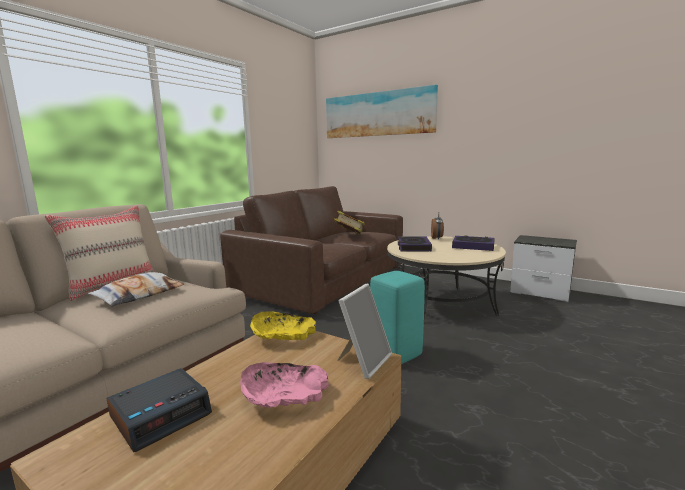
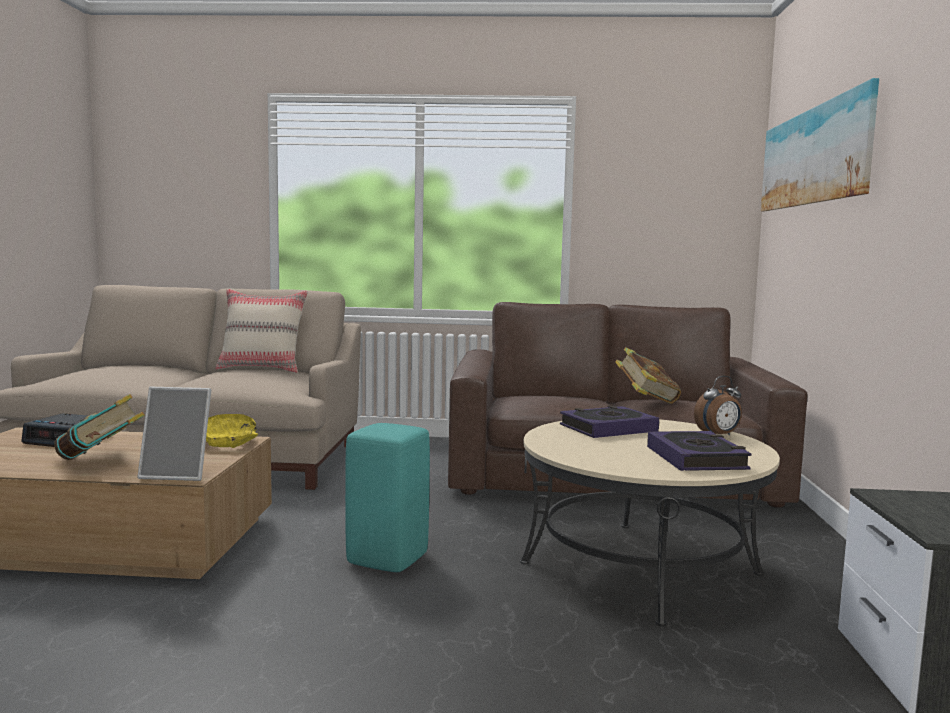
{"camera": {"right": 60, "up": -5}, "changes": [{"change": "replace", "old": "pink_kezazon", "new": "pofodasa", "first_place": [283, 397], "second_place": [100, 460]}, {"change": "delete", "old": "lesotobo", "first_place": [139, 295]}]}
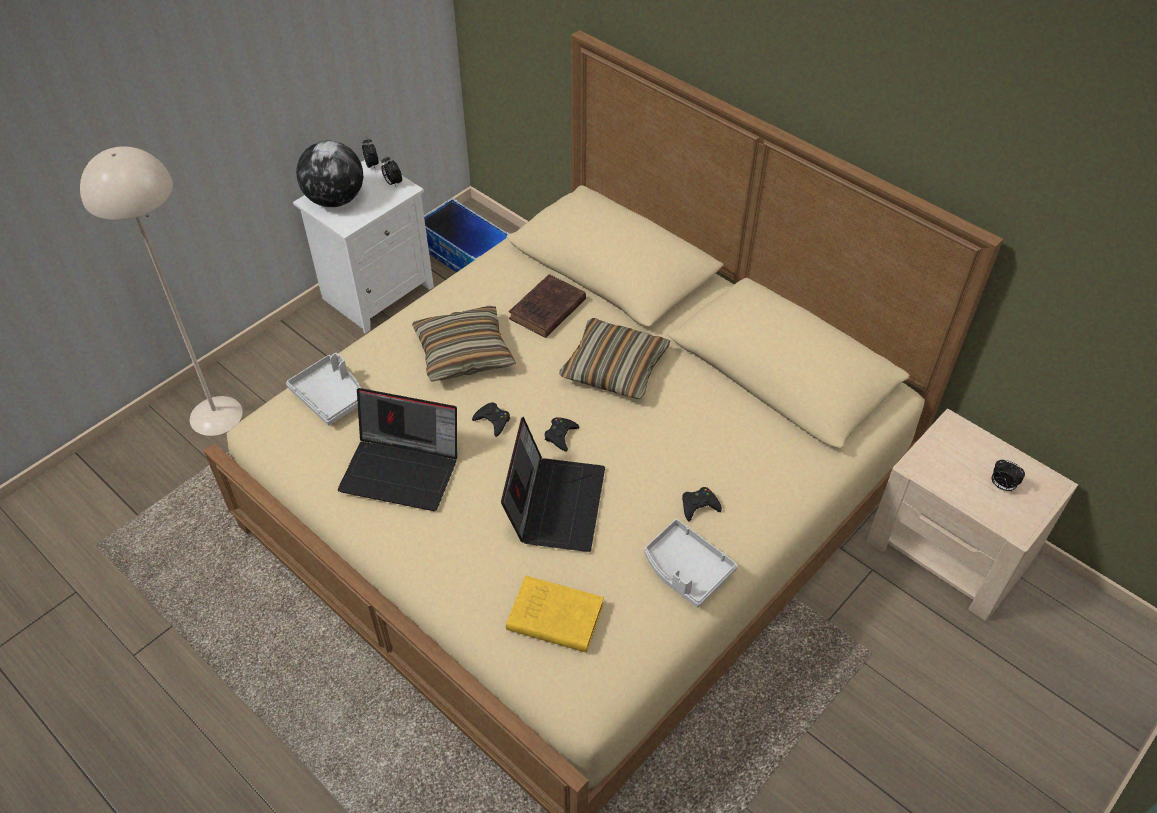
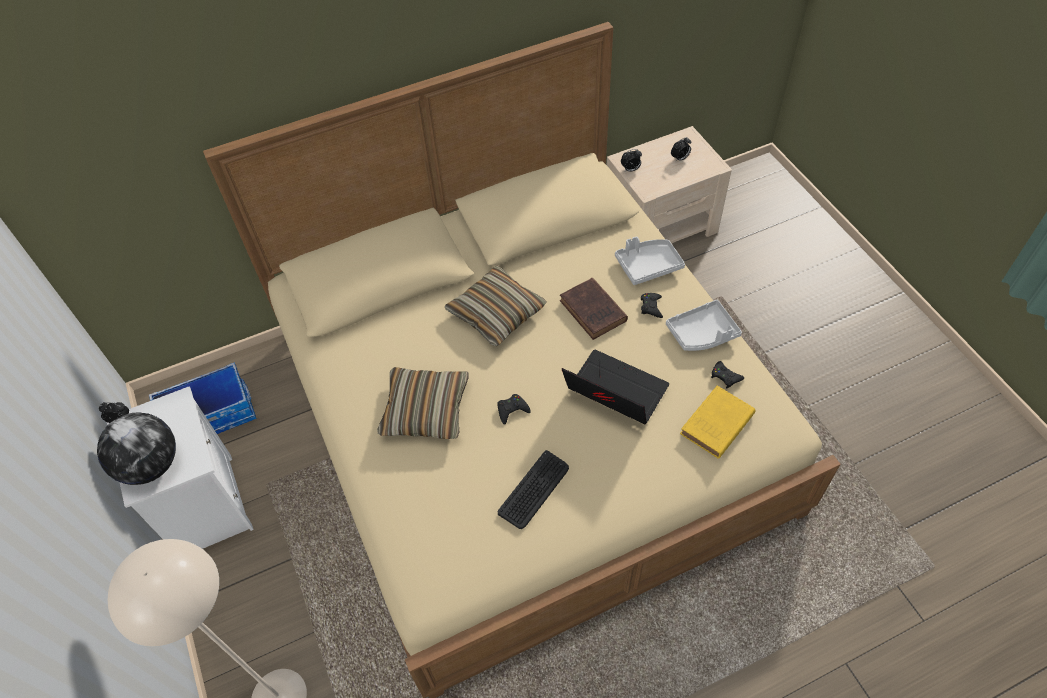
{"camera": {"right": -65, "up": 5}, "changes": [{"change": "replace", "old": "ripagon", "new": "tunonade", "first_place": [403, 469], "second_place": [534, 490]}, {"change": "move", "old": "brown_pofodasa", "first_place": [546, 311], "second_place": [594, 312]}, {"change": "move", "old": "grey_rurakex", "first_place": [330, 396], "second_place": [648, 265]}, {"change": "move", "old": "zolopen", "first_place": [393, 183], "second_place": [630, 169]}, {"change": "move", "old": "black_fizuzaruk", "first_place": [561, 436], "second_place": [725, 376]}]}
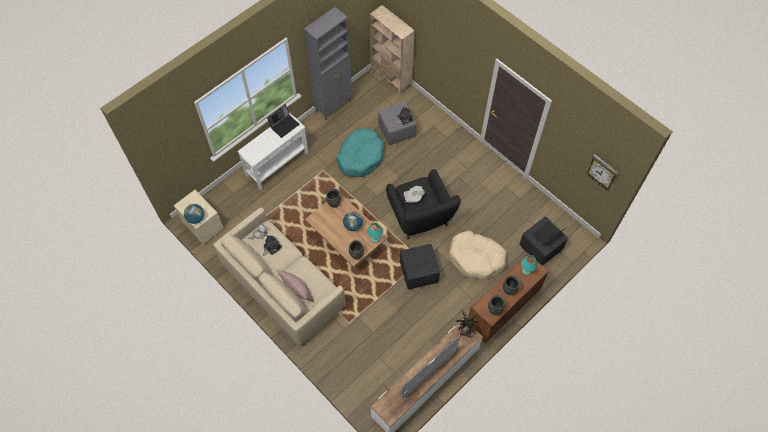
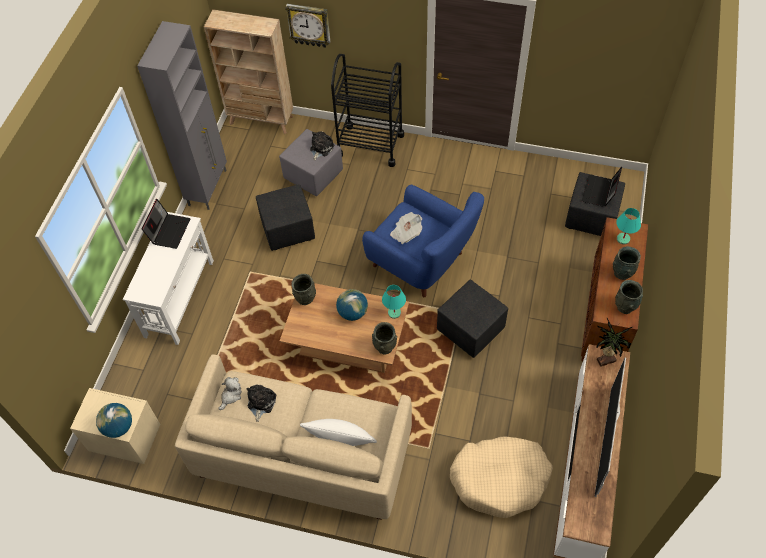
{"camera": {"right": -30, "up": -5}, "changes": [{"change": "replace", "old": "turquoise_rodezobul", "new": "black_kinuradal", "first_place": [360, 157], "second_place": [288, 230]}, {"change": "move", "old": "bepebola", "first_place": [603, 172], "second_place": [309, 25]}, {"change": "recolor", "old": "pink_lesotobo", "new": "white_lesotobo", "first_place": [297, 289], "second_place": [340, 439]}, {"change": "insert", "new": "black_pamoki", "second_place": [370, 145]}, {"change": "recolor", "old": "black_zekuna", "new": "blue_zekuna", "first_place": [420, 218], "second_place": [422, 263]}, {"change": "move", "old": "beige_rodezobul", "first_place": [476, 258], "second_place": [500, 479]}]}
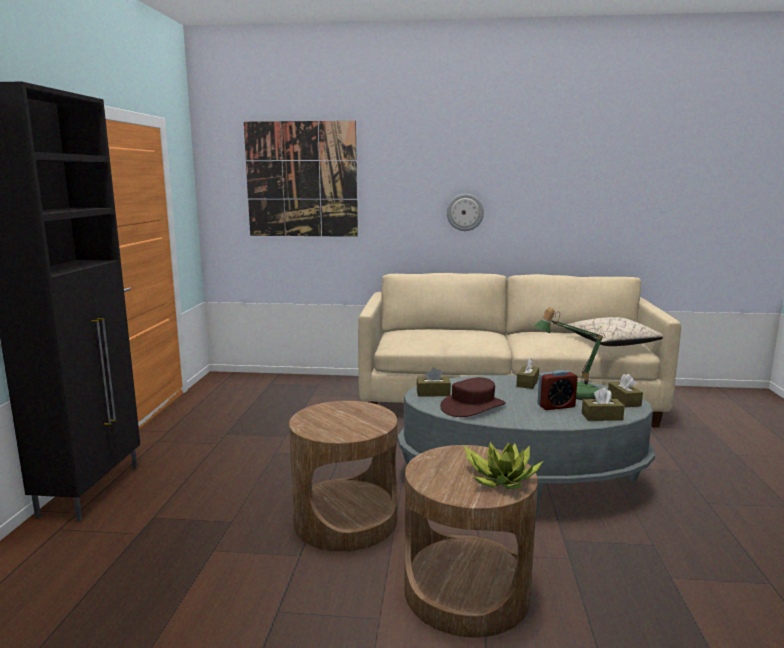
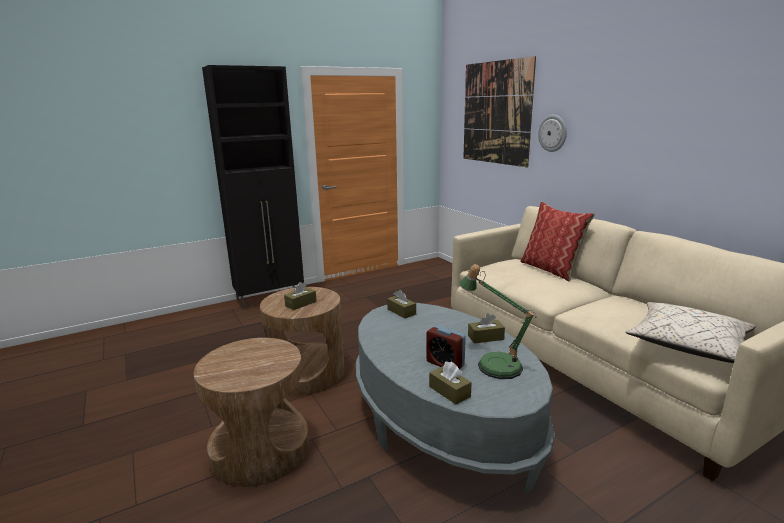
{"camera": {"right": 55, "up": 5}, "changes": [{"change": "move", "old": "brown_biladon", "first_place": [624, 401], "second_place": [301, 304]}, {"change": "insert", "new": "lesotobo", "second_place": [551, 269]}, {"change": "move", "old": "bepebola", "first_place": [465, 212], "second_place": [553, 133]}, {"change": "delete", "old": "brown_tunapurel", "first_place": [472, 406]}, {"change": "delete", "old": "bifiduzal", "first_place": [501, 479]}]}
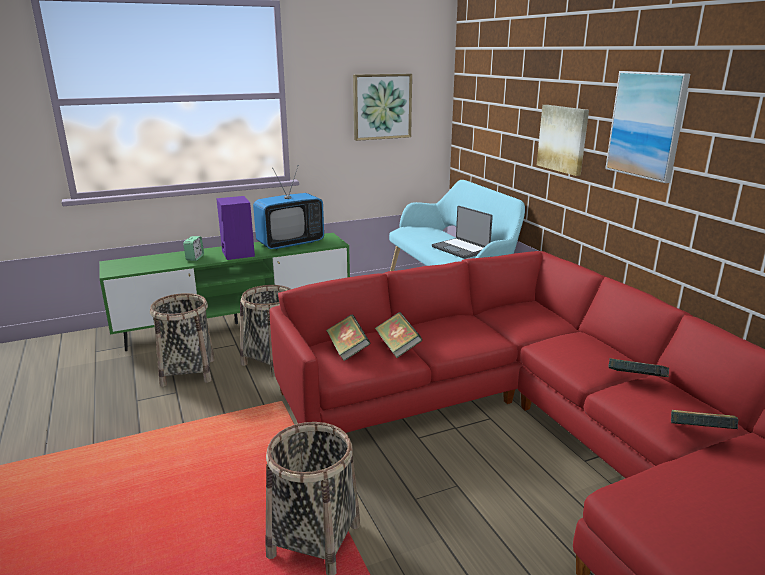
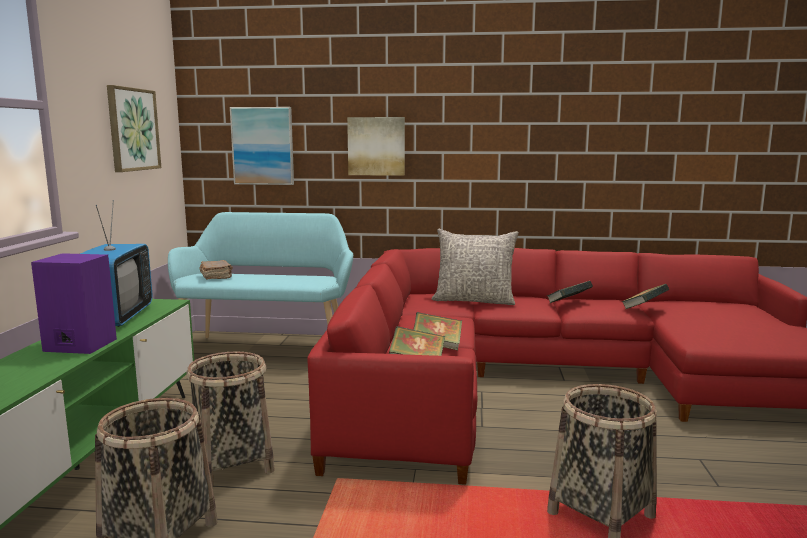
{"camera": {"right": -60, "up": -10}, "changes": [{"change": "insert", "new": "brown_pofodasa", "second_place": [216, 277]}, {"change": "move", "old": "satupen", "first_place": [646, 125], "second_place": [263, 146]}, {"change": "insert", "new": "grey_lesotobo", "second_place": [474, 300]}, {"change": "delete", "old": "zolopen", "first_place": [195, 258]}, {"change": "delete", "old": "ripagon", "first_place": [461, 249]}]}
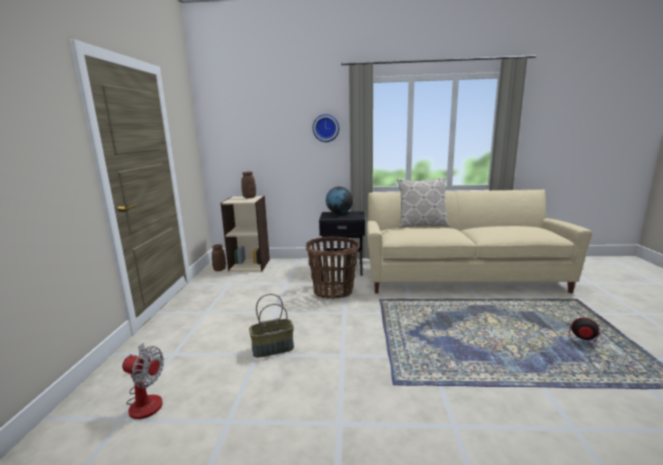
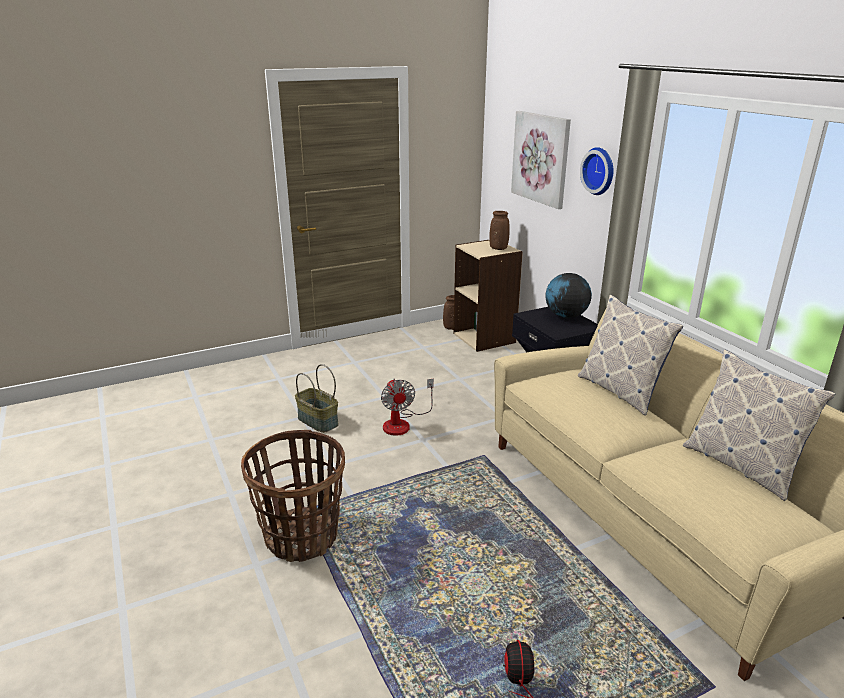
{"camera": {"right": 60, "up": 10}, "changes": [{"change": "move", "old": "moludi", "first_place": [333, 291], "second_place": [302, 536]}, {"change": "move", "old": "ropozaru", "first_place": [146, 399], "second_place": [402, 423]}, {"change": "insert", "new": "satupen", "second_place": [541, 158]}, {"change": "insert", "new": "lesotobo", "second_place": [741, 466]}]}
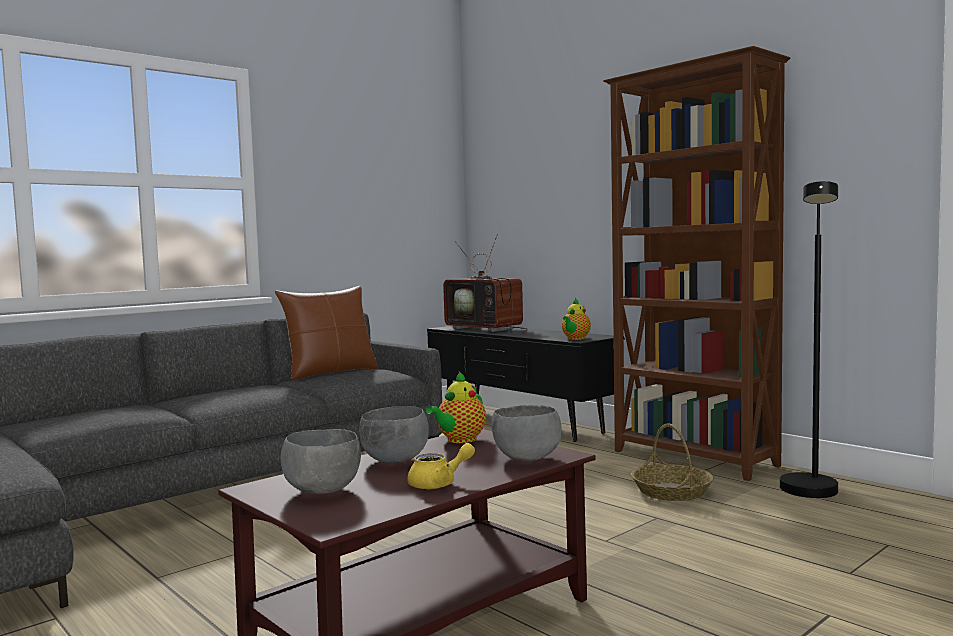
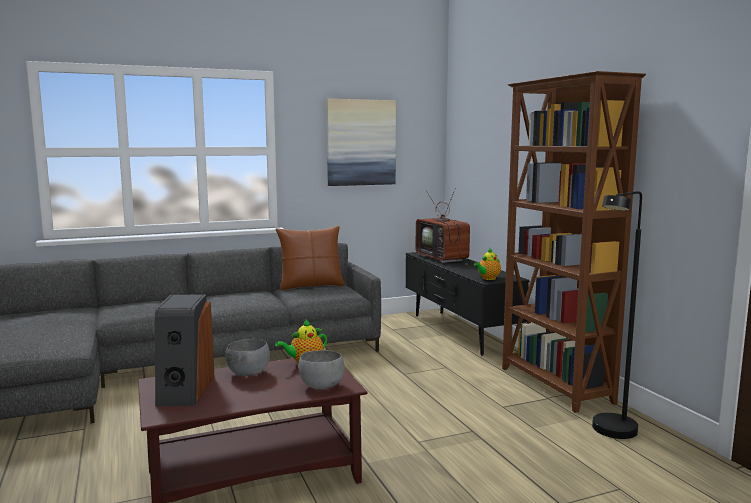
{"camera": {"right": 20, "up": 5}, "changes": [{"change": "replace", "old": "grey_kezazon", "new": "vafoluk", "first_place": [323, 490], "second_place": [184, 390]}, {"change": "insert", "new": "satupen", "second_place": [361, 142]}, {"change": "delete", "old": "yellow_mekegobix", "first_place": [439, 484]}, {"change": "delete", "old": "moludi", "first_place": [672, 491]}]}
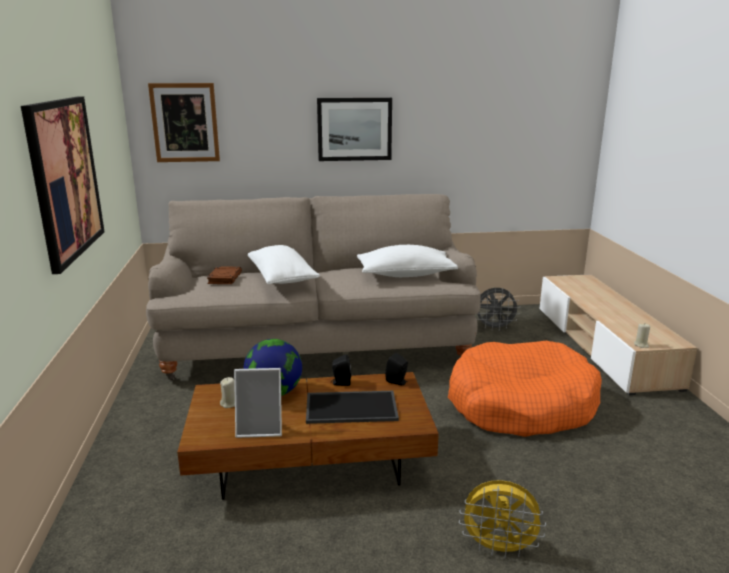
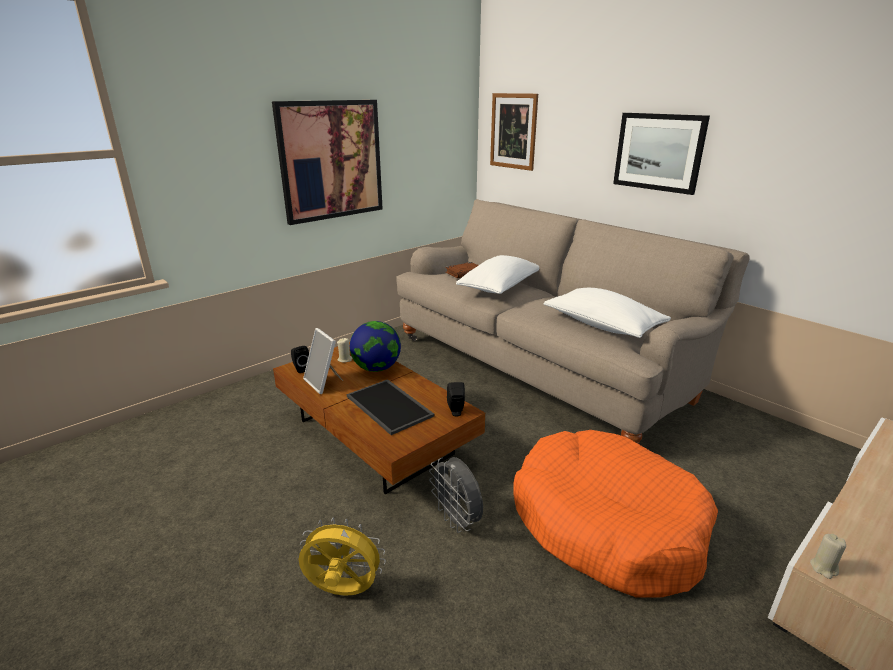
{"camera": {"right": 55, "up": 5}, "changes": [{"change": "move", "old": "black_vafoluk", "first_place": [340, 383], "second_place": [301, 369]}, {"change": "rotate", "old": "yellow_ropozaru", "first_place": [499, 548], "second_place": [342, 591], "degrees": 120}, {"change": "move", "old": "grey_ropozaru", "first_place": [494, 328], "second_place": [457, 520]}]}
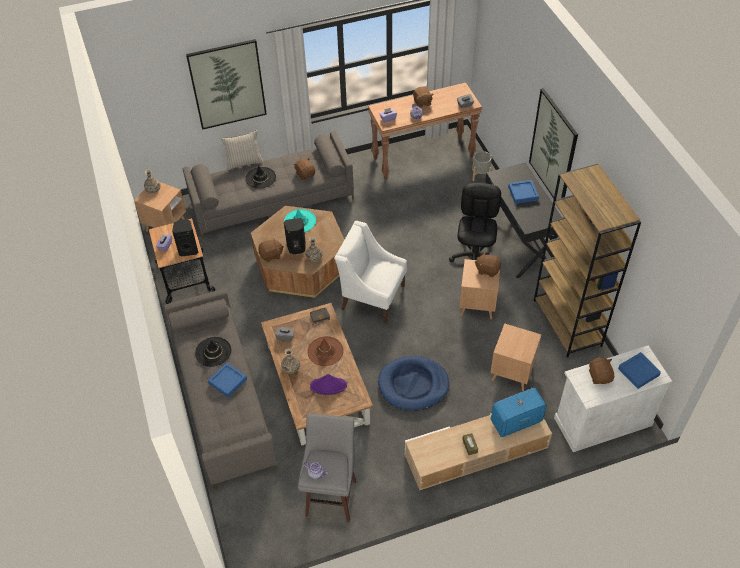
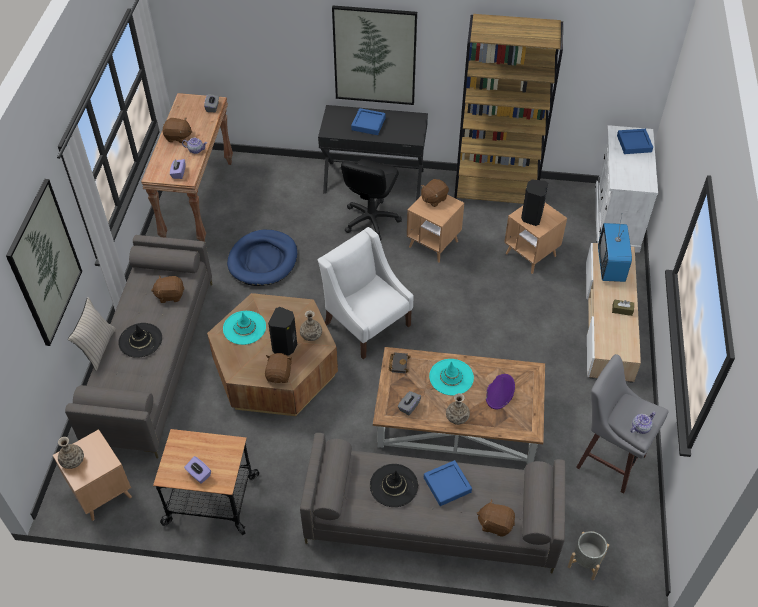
{"camera": {"right": -65, "up": 0}, "changes": [{"change": "move", "old": "blue_rodezobul", "first_place": [413, 385], "second_place": [263, 260]}, {"change": "rotate", "old": "white_zekuna", "first_place": [372, 296], "second_place": [367, 323], "degrees": 90}, {"change": "rotate", "old": "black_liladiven", "first_place": [474, 257], "second_place": [370, 220], "degrees": -105}, {"change": "recolor", "old": "brown_tunapurel", "new": "turquoise_tunapurel", "first_place": [325, 351], "second_place": [451, 377]}, {"change": "move", "old": "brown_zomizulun", "first_place": [600, 376], "second_place": [495, 524]}, {"change": "move", "old": "black_vafoluk", "first_place": [188, 250], "second_place": [531, 217]}, {"change": "move", "old": "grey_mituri", "first_place": [480, 175], "second_place": [585, 562]}]}
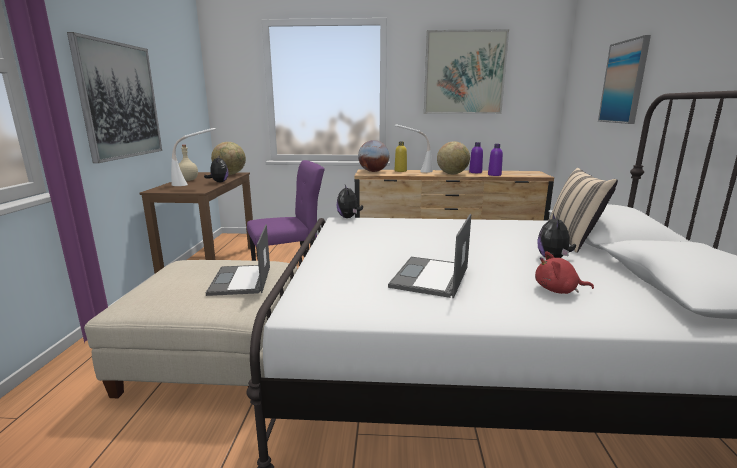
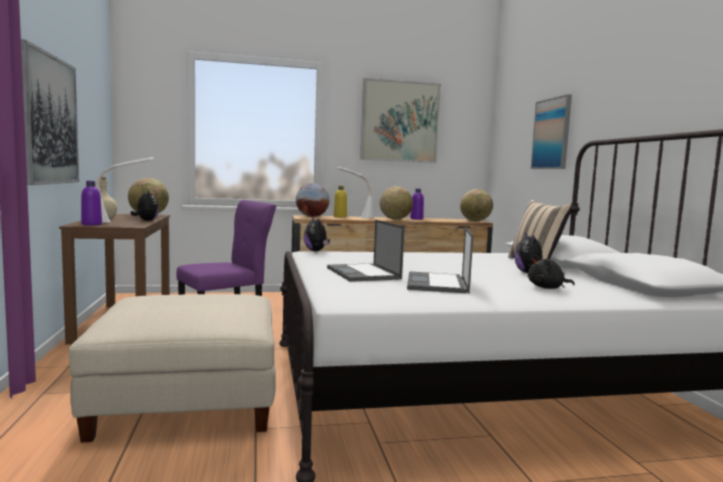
{"camera": {"right": -15, "up": -10}, "changes": [{"change": "move", "old": "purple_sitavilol", "first_place": [494, 175], "second_place": [91, 224]}, {"change": "move", "old": "ripagon", "first_place": [241, 281], "second_place": [364, 273]}, {"change": "insert", "new": "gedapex", "second_place": [475, 221]}, {"change": "recolor", "old": "red_zomizulun", "new": "black_zomizulun", "first_place": [558, 290], "second_place": [547, 288]}]}
